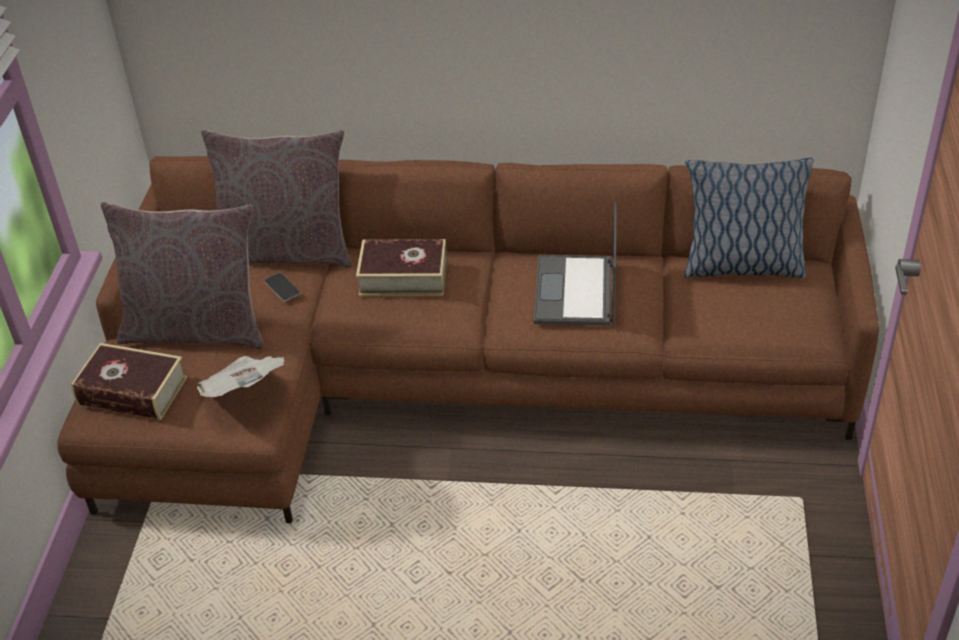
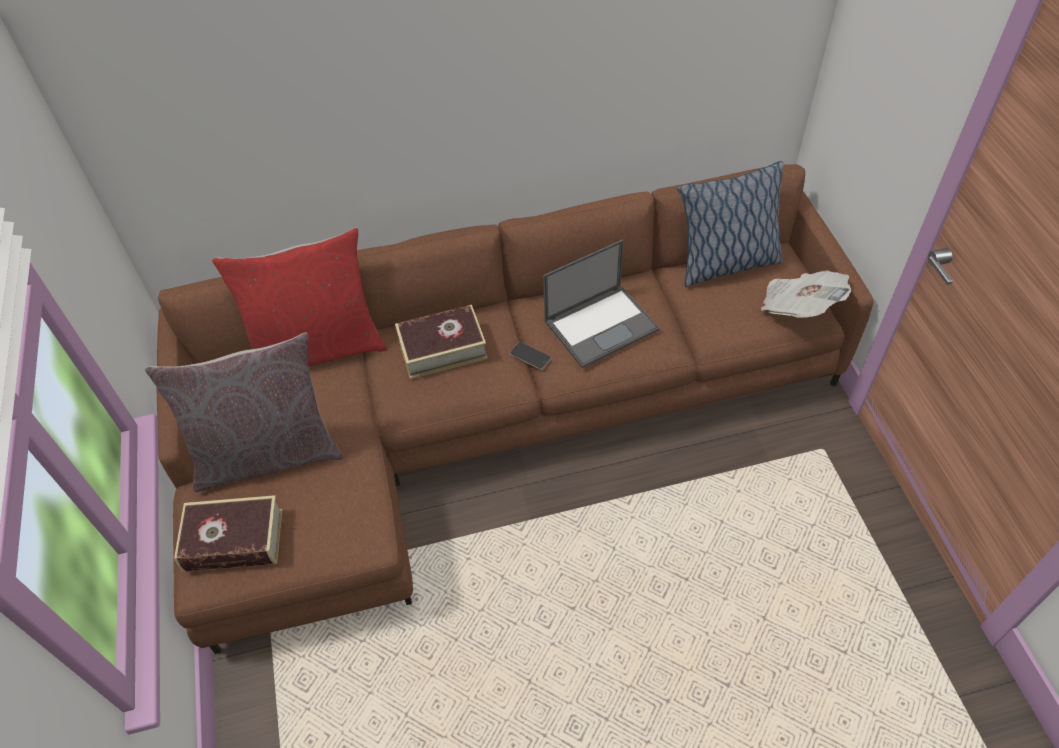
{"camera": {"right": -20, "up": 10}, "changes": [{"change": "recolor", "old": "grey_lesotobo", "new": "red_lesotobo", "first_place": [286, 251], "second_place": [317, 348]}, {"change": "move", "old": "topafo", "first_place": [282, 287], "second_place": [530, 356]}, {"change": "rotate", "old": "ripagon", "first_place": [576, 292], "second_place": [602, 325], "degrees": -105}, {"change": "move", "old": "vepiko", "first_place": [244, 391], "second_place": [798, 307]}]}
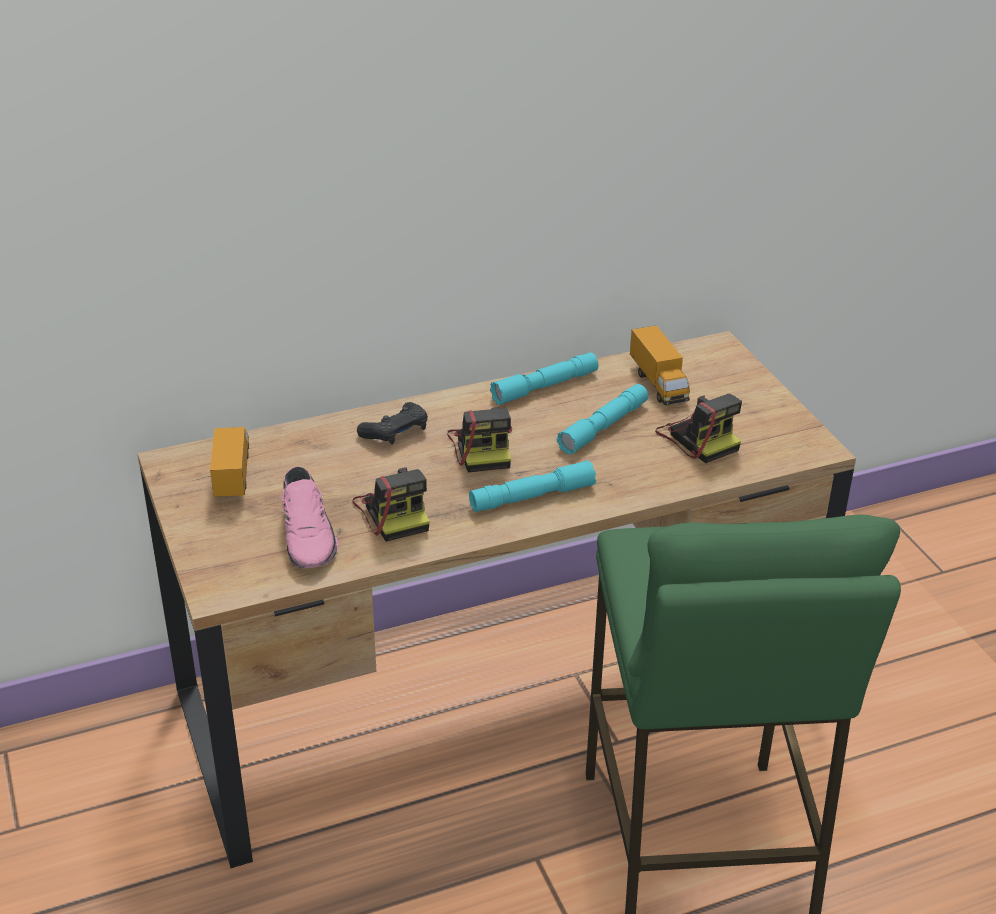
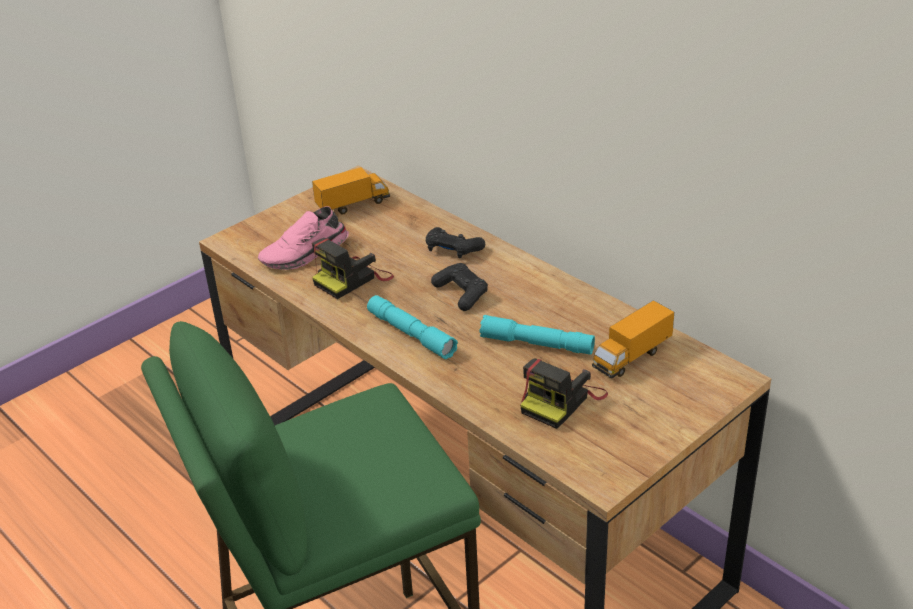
{"camera": {"right": 70, "up": 0}, "changes": [{"change": "replace", "old": "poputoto", "new": "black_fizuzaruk", "first_place": [483, 448], "second_place": [461, 293]}, {"change": "delete", "old": "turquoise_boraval", "first_place": [545, 387]}]}
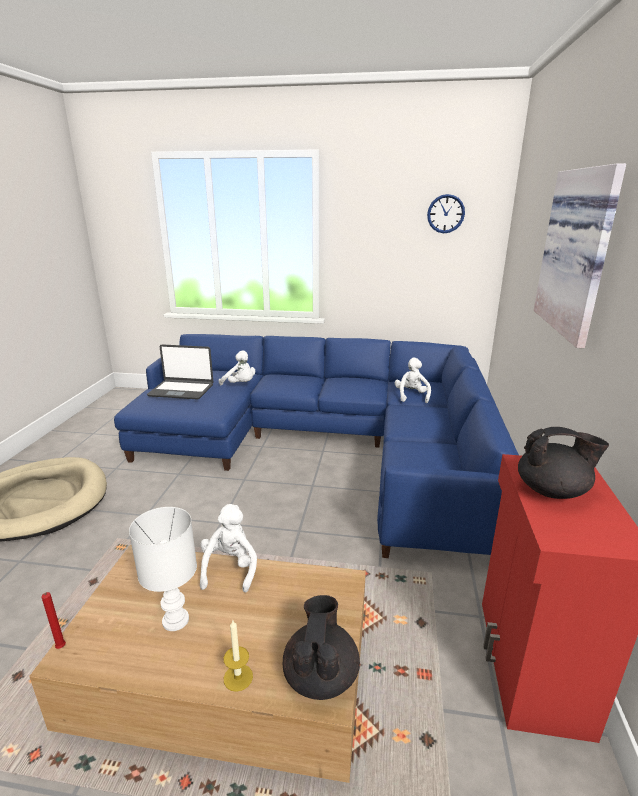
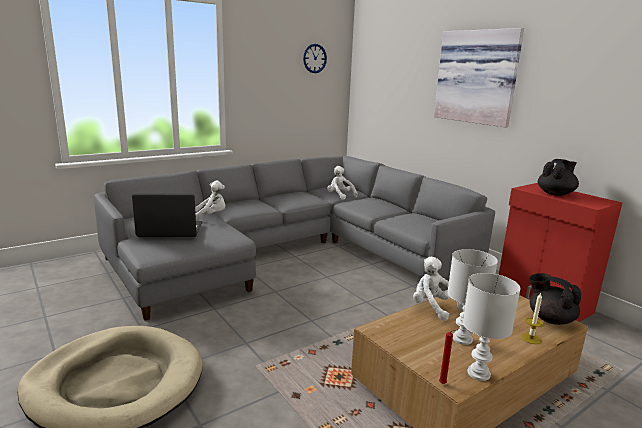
{"camera": {"right": -45, "up": -5}, "changes": [{"change": "recolor", "old": "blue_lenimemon", "new": "grey_lenimemon", "first_place": [325, 445], "second_place": [290, 252]}, {"change": "rotate", "old": "ripagon", "first_place": [182, 390], "second_place": [170, 231], "degrees": -150}, {"change": "insert", "new": "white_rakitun", "second_place": [478, 374]}]}
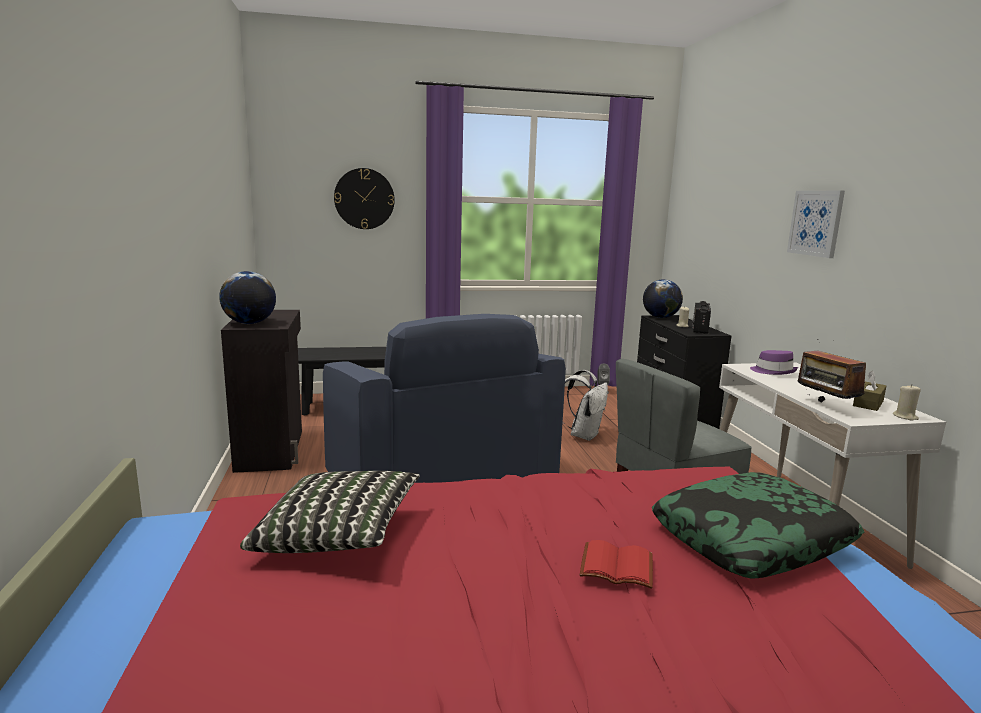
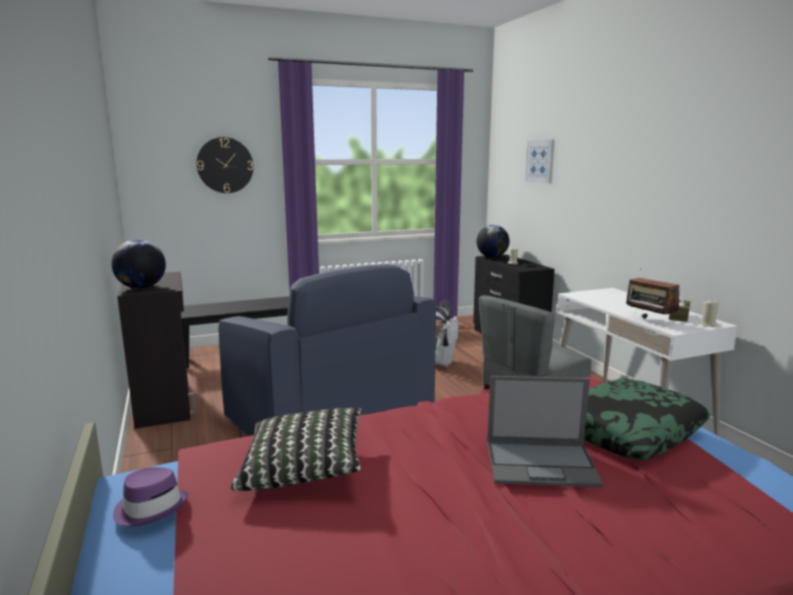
{"camera": {"right": -10, "up": 0}, "changes": [{"change": "move", "old": "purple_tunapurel", "first_place": [773, 371], "second_place": [151, 507]}, {"change": "replace", "old": "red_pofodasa", "new": "ripagon", "first_place": [618, 566], "second_place": [542, 463]}, {"change": "move", "old": "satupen", "first_place": [816, 223], "second_place": [540, 161]}, {"change": "delete", "old": "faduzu", "first_place": [700, 330]}]}
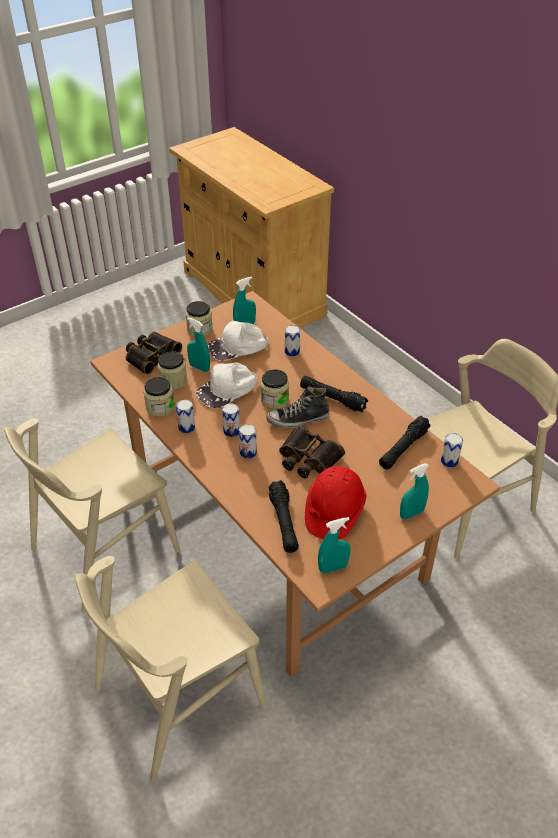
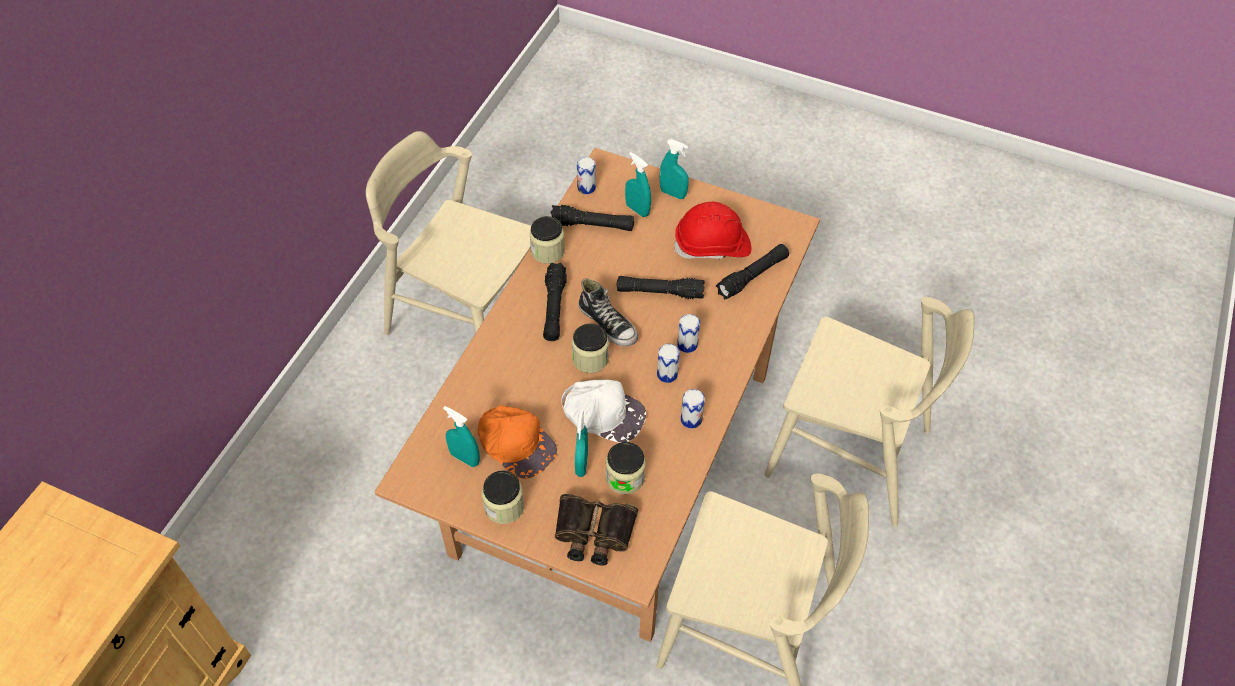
{"camera": {"right": -120, "up": 10}, "changes": [{"change": "recolor", "old": "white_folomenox", "new": "orange_folomenox", "first_place": [238, 347], "second_place": [516, 442]}, {"change": "move", "old": "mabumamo", "first_place": [160, 407], "second_place": [547, 251]}, {"change": "replace", "old": "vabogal", "new": "black_boraval", "first_place": [307, 458], "second_place": [659, 292]}, {"change": "move", "old": "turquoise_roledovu", "first_place": [333, 567], "second_place": [637, 210]}, {"change": "delete", "old": "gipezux", "first_place": [292, 351]}]}
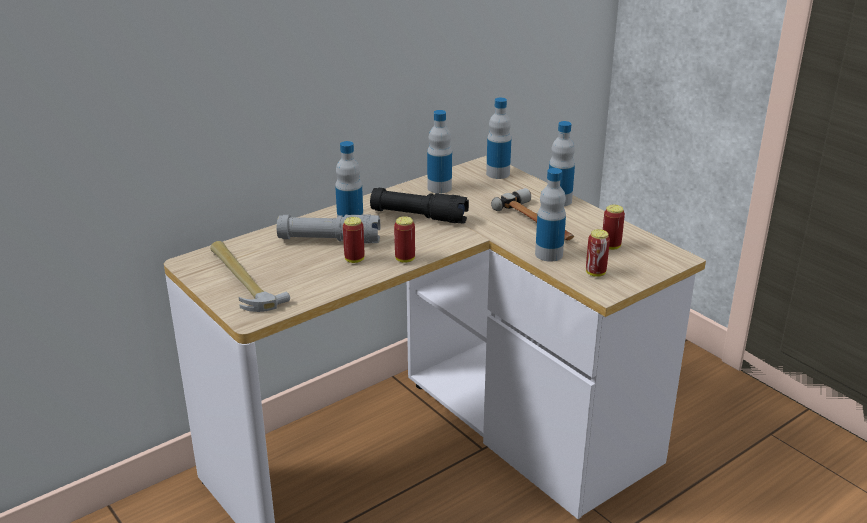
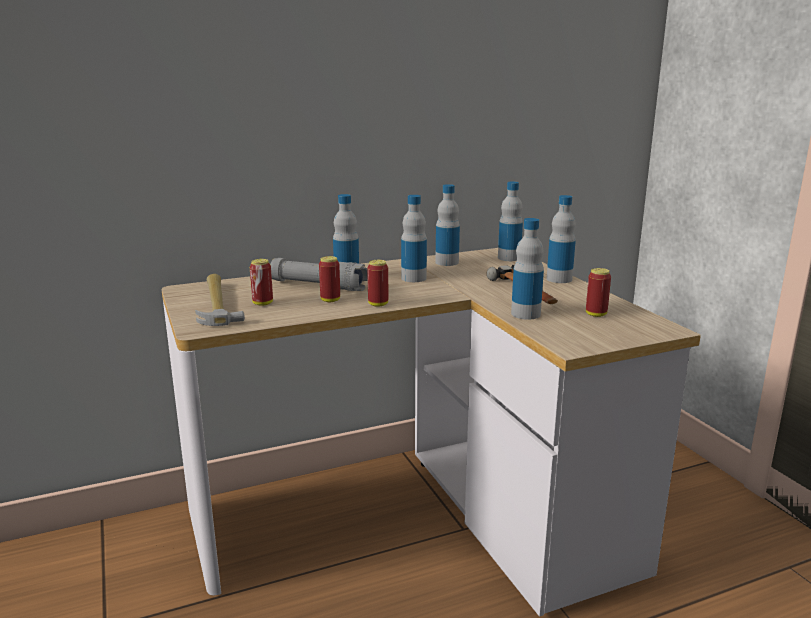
{"camera": {"right": 15, "up": -10}, "changes": [{"change": "move", "old": "gipezux", "first_place": [595, 273], "second_place": [262, 303]}, {"change": "replace", "old": "black_boraval", "new": "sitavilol", "first_place": [419, 216], "second_place": [413, 278]}]}
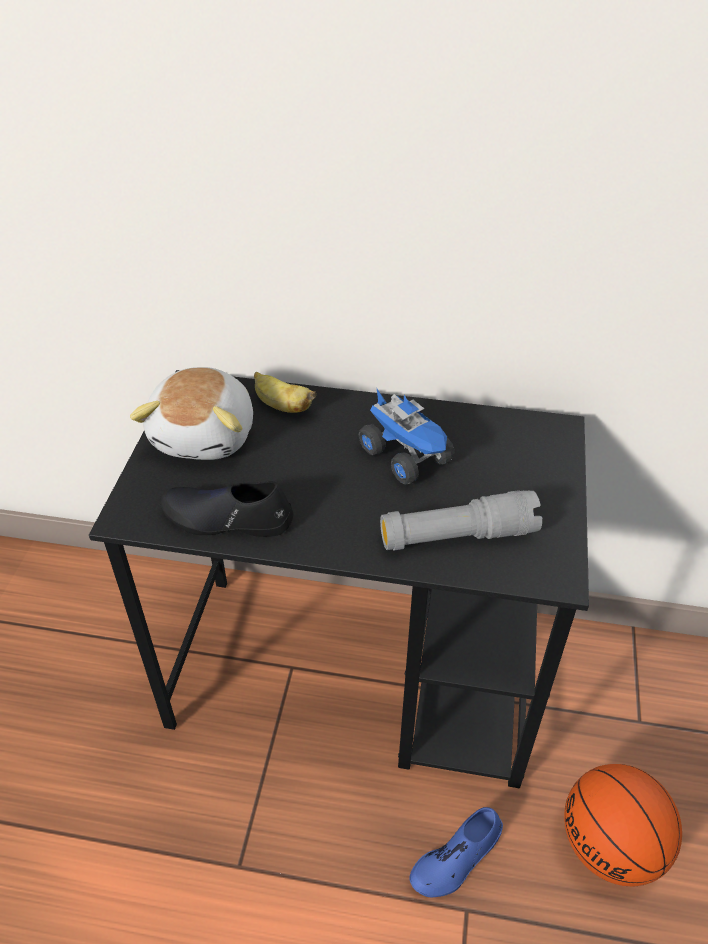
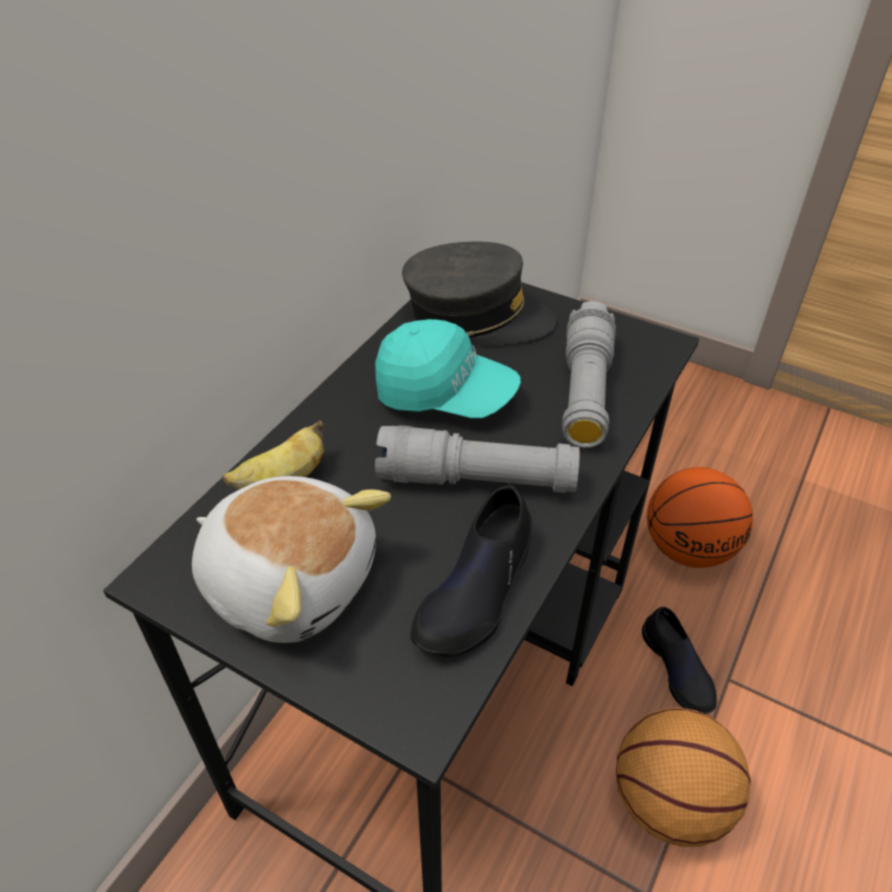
{"camera": {"right": -70, "up": 0}, "changes": [{"change": "replace", "old": "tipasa", "new": "turquoise_folomenox", "first_place": [407, 456], "second_place": [445, 394]}, {"change": "insert", "new": "grey_boraval", "second_place": [476, 480]}, {"change": "insert", "new": "grey_folomenox", "second_place": [476, 315]}, {"change": "insert", "new": "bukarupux", "second_place": [669, 800]}, {"change": "recolor", "old": "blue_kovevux", "new": "black_kovevux", "first_place": [456, 858], "second_place": [678, 668]}]}
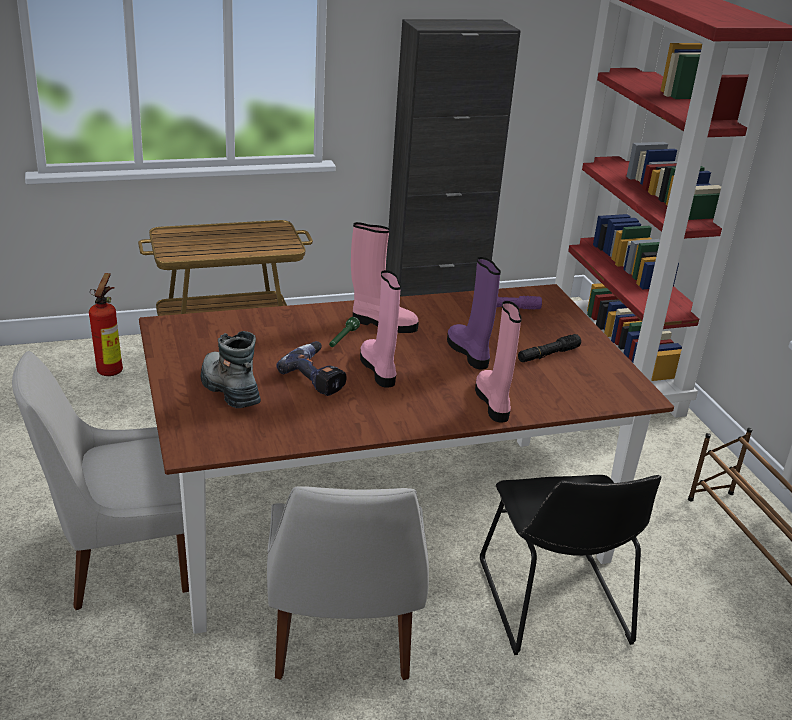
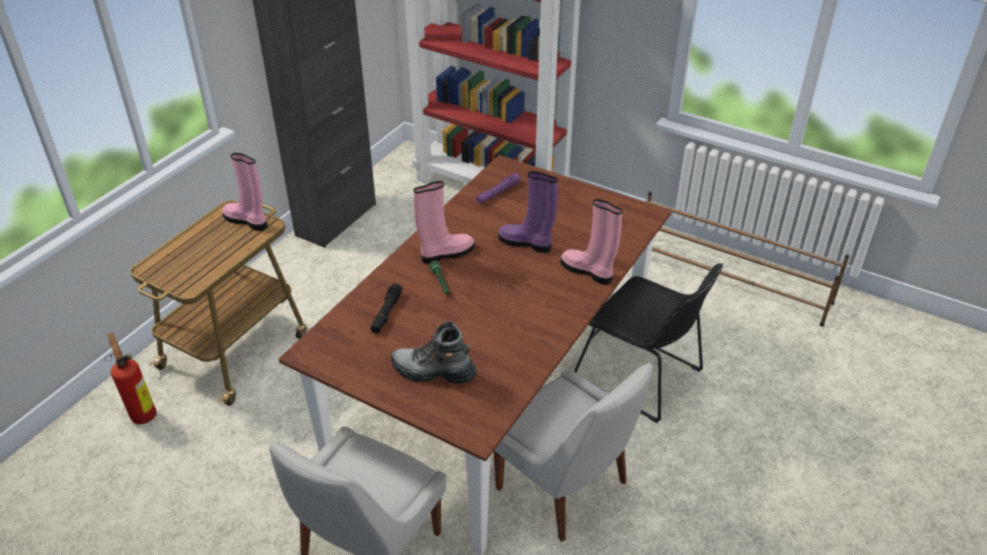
{"camera": {"right": -40, "up": 10}, "changes": [{"change": "move", "old": "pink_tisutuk", "first_place": [379, 369], "second_place": [247, 221]}, {"change": "move", "old": "black_boraval", "first_place": [548, 355], "second_place": [386, 313]}, {"change": "delete", "old": "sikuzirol", "first_place": [318, 376]}]}
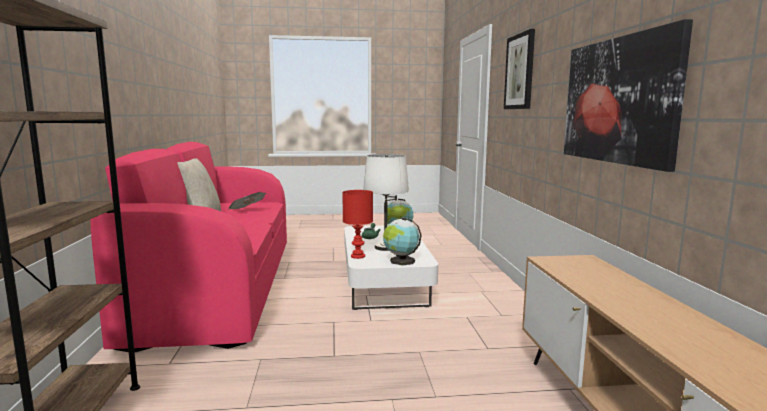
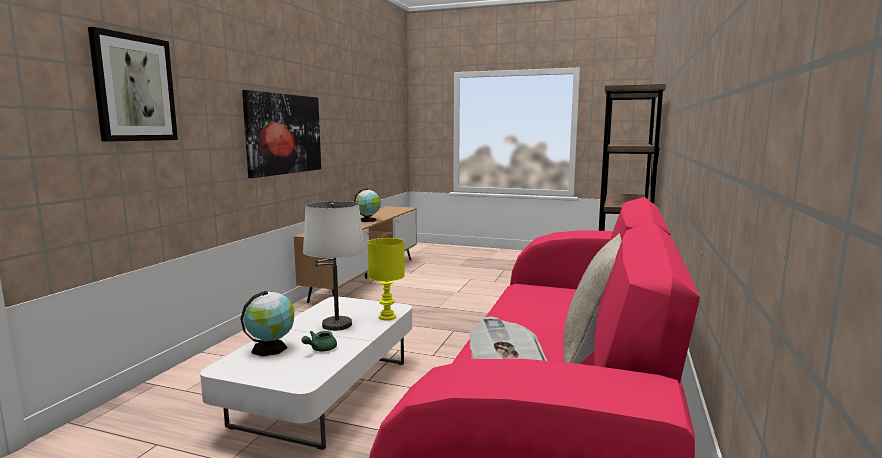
{"camera": {"right": -155, "up": 0}, "changes": [{"change": "move", "old": "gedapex", "first_place": [401, 261], "second_place": [368, 220]}, {"change": "recolor", "old": "red_rakitun", "new": "yellow_rakitun", "first_place": [358, 256], "second_place": [387, 317]}]}
